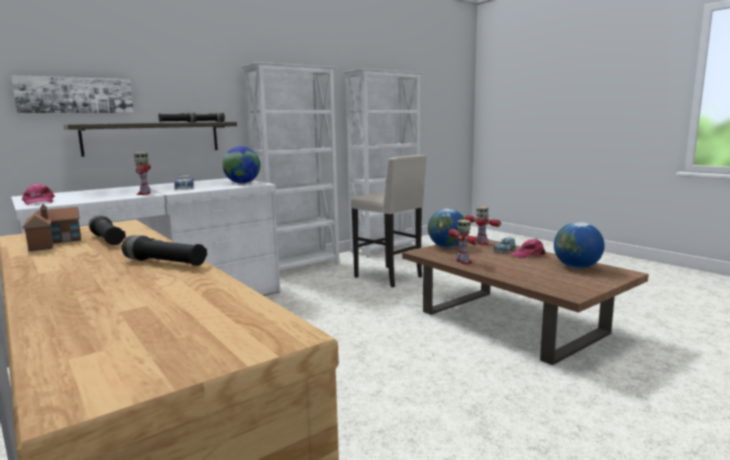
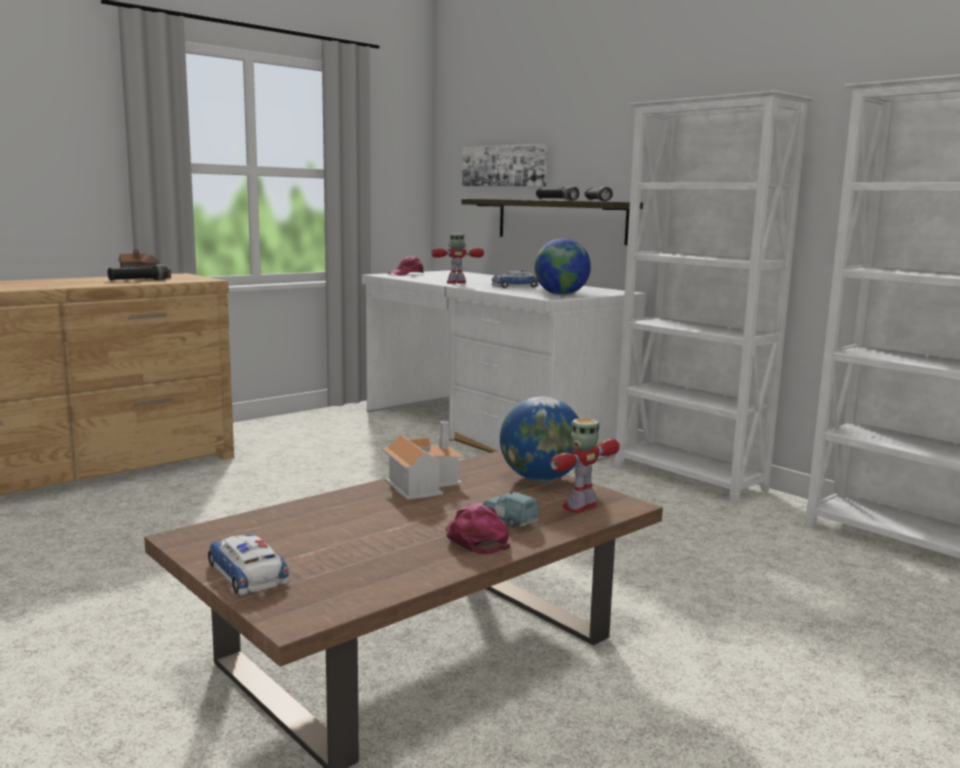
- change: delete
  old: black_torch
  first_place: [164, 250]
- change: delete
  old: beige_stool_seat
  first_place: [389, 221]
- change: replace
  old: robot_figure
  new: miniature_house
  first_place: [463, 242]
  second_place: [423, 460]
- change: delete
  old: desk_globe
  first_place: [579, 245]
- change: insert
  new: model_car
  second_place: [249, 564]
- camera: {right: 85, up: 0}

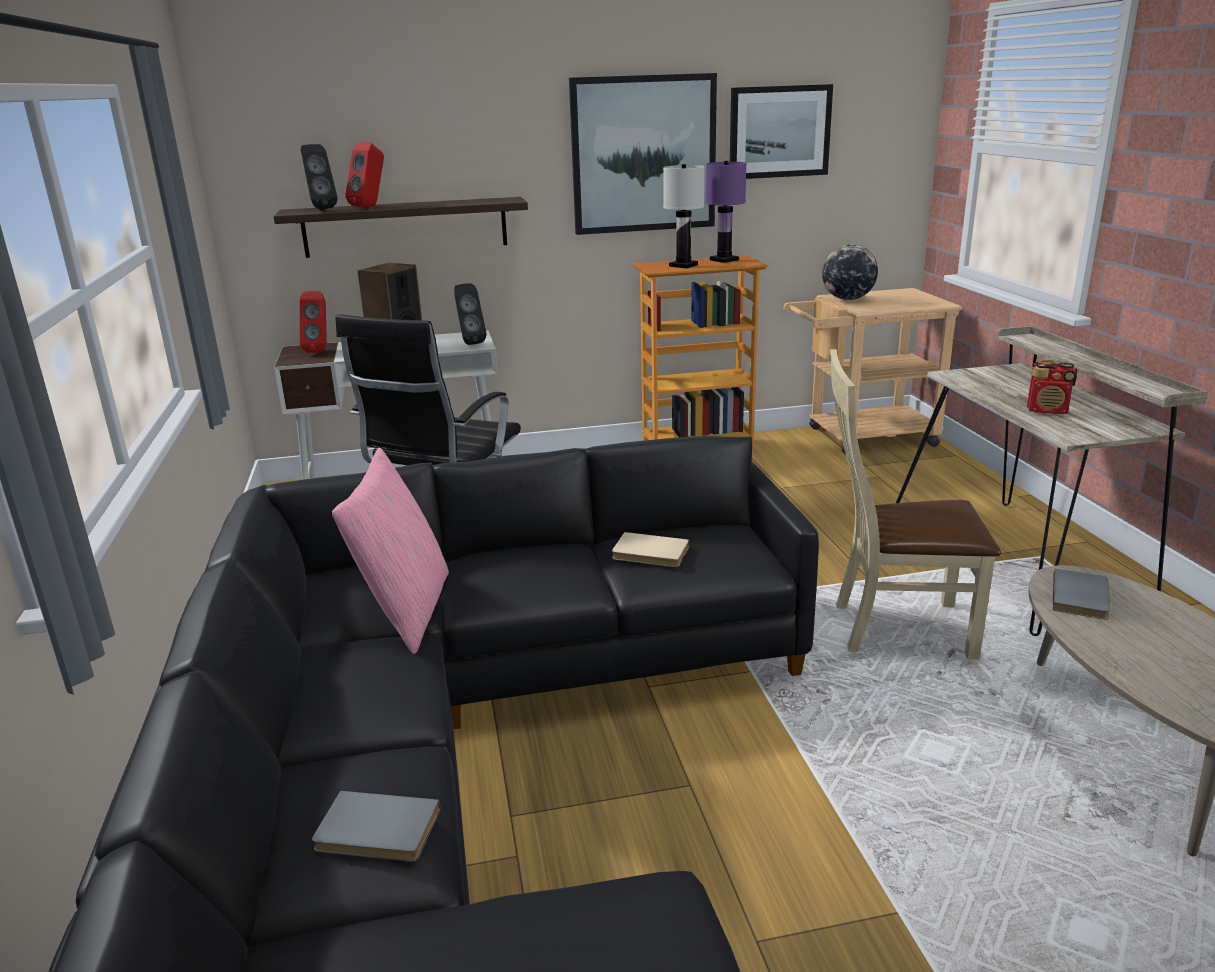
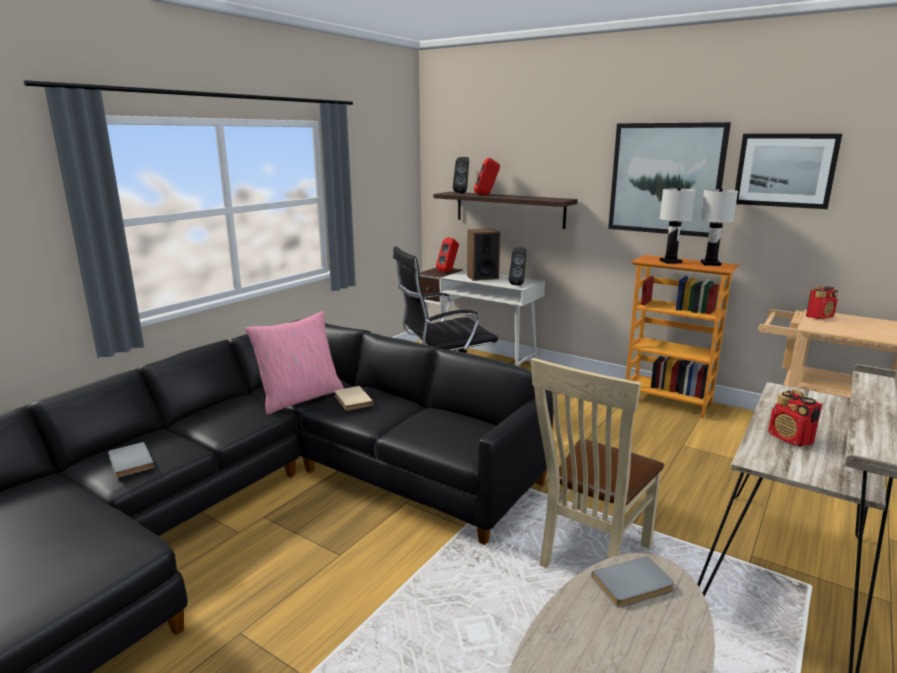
- change: move
  old: beige_bound_book
  first_place: [650, 549]
  second_place: [353, 398]
- change: recolor
  old: purple-coloured_lamp_for_a_table
  new: white-coloured_lamp_for_a_table
  first_place: [726, 212]
  second_place: [719, 227]
- change: replace
  old: desk_globe
  new: radio
  first_place: [850, 272]
  second_place: [822, 302]
- change: rotate
  old: beige_plain_chair
  first_place: [915, 504]
  second_place: [597, 463]
  degrees: -105
- camera: {right: 45, up: -5}

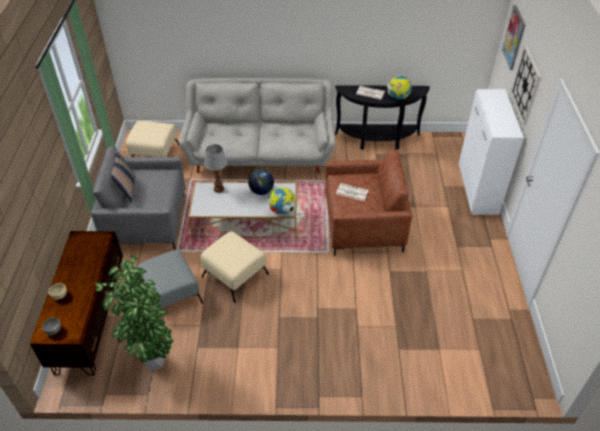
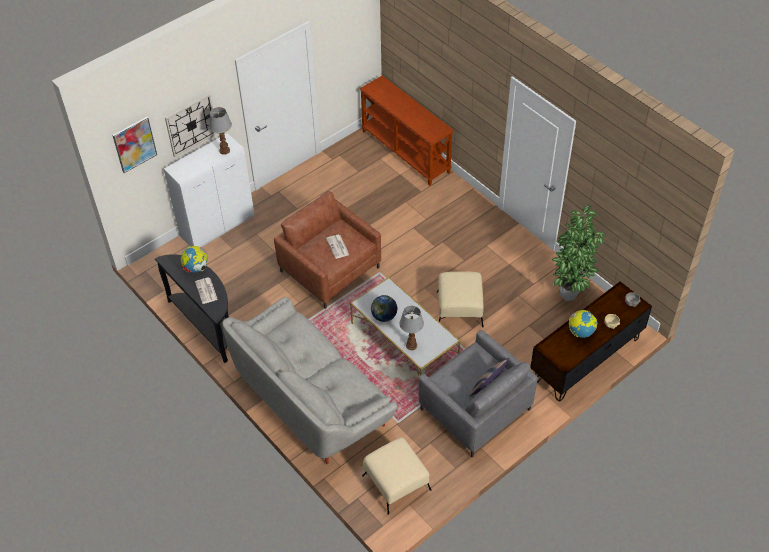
- change: delete
  old: gray_pouffe
  first_place: [170, 279]
- change: move
  old: desk_globe
  first_place: [282, 200]
  second_place: [583, 324]
- change: insert
  new: lamp_for_a_table
  second_place: [220, 131]
- change: insert
  new: brown_console_table
  second_place: [406, 131]
- camera: {right: -130, up: 5}

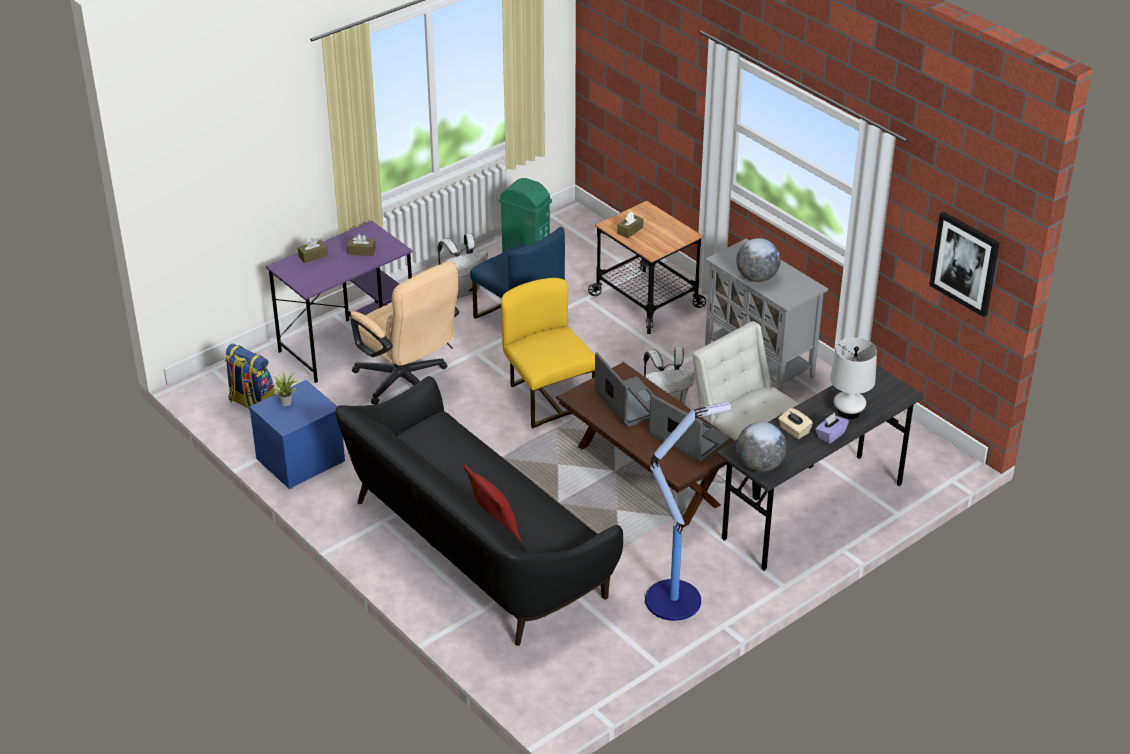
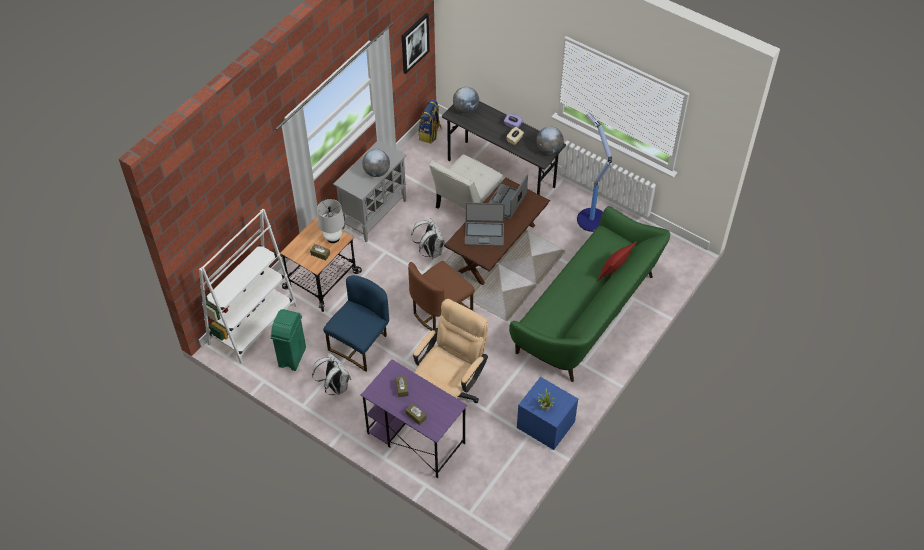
- change: move
  old: backpack
  first_place: [250, 377]
  second_place: [429, 121]
- change: recolor
  old: black_settee
  new: greenish_settee
  first_place: [479, 511]
  second_place: [589, 294]
- change: recolor
  old: yellow_plain_chair
  new: brown_plain_chair
  first_place: [548, 353]
  second_place: [441, 296]
- change: rotate
  old: laptop
  first_place: [624, 389]
  second_place: [485, 224]
  degrees: -135
- change: move
  old: white-coloured_lamp_for_a_table
  first_place: [853, 378]
  second_place: [331, 221]
- change: insert
  new: white-coloured_bookcase
  second_place: [248, 286]
- change: insert
  new: desk_globe
  second_place: [466, 100]
- camera: {right: -105, up: 15}

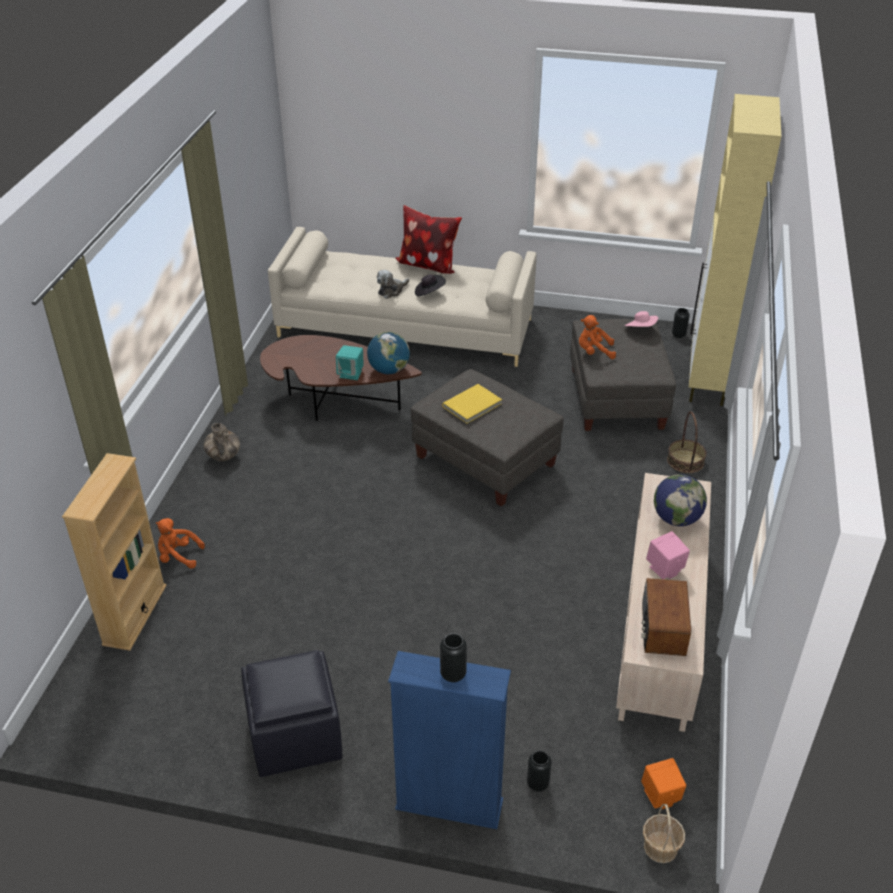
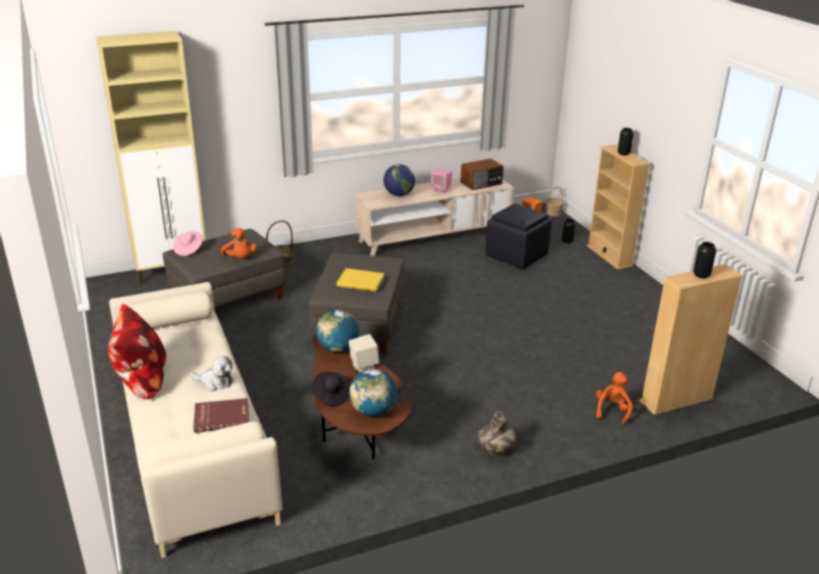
- change: rotate
  old: orangey_soft_toy
  first_place: [180, 543]
  second_place: [614, 398]
  degrees: -135
- change: move
  old: black_pouffe
  first_place: [291, 713]
  second_place: [518, 236]
- change: recolor
  old: turquoise-coloured_audio_speaker
  new: beige_audio_speaker
  first_place: [350, 362]
  second_place: [364, 353]
- change: recolor
  old: blue_bookcase
  new: beige_bookcase
  first_place: [449, 740]
  second_place: [618, 207]
- change: move
  old: black_wearable_hat
  first_place: [430, 285]
  second_place: [331, 389]
- change: move
  old: black_vase
  first_place: [681, 323]
  second_place: [704, 260]
- change: insert
  new: reddish_bound_book
  second_place: [221, 415]
- change: insert
  new: desk_globe
  second_place: [373, 393]
- camera: {right: -125, up: -10}

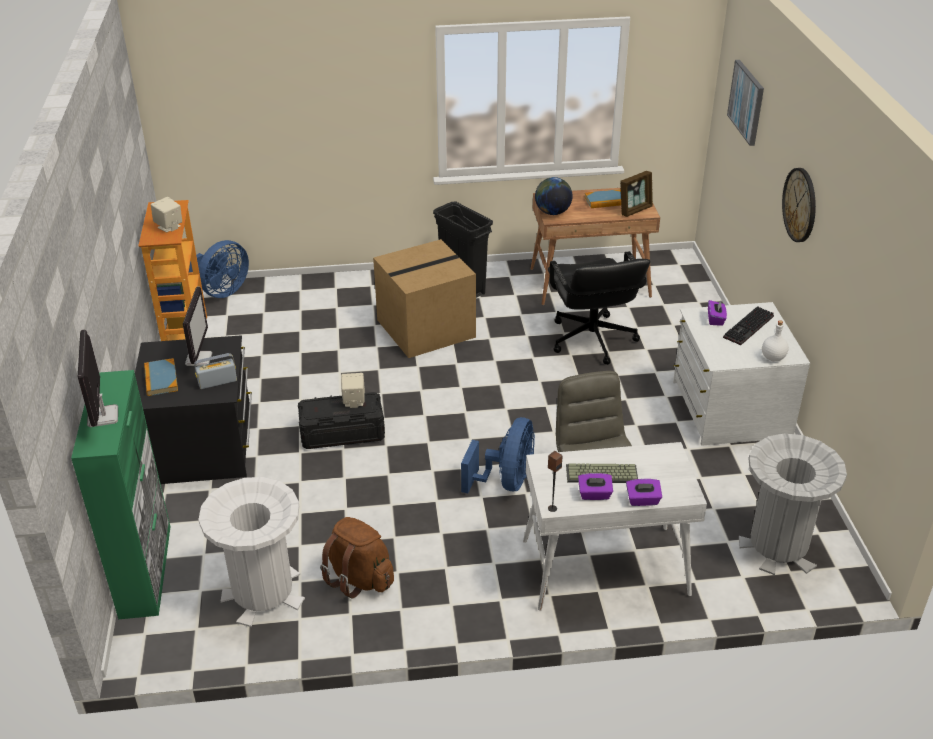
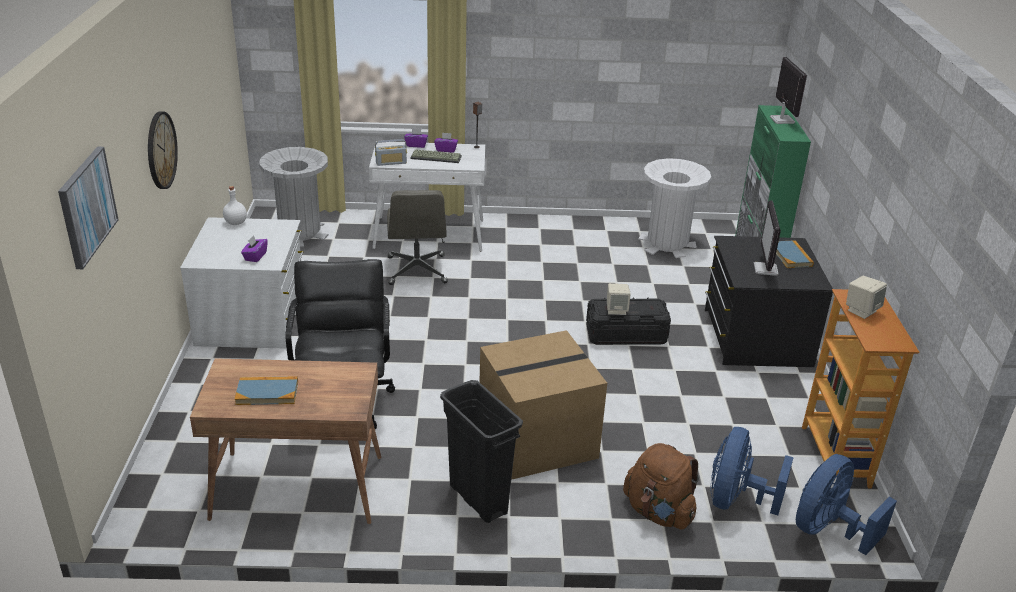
- change: move
  old: radio
  first_place: [215, 371]
  second_place: [391, 152]
- change: move
  old: brown_backpack
  first_place: [357, 558]
  second_place: [661, 486]
- change: move
  old: blue_cooling_fan
  first_place: [498, 455]
  second_place: [752, 471]
- change: delete
  old: desk_globe
  first_place: [554, 196]
- change: delete
  old: photo_frame
  first_place: [636, 194]
- change: delete
  old: keyboard
  first_place: [748, 325]
- camera: {right: -175, up: -5}

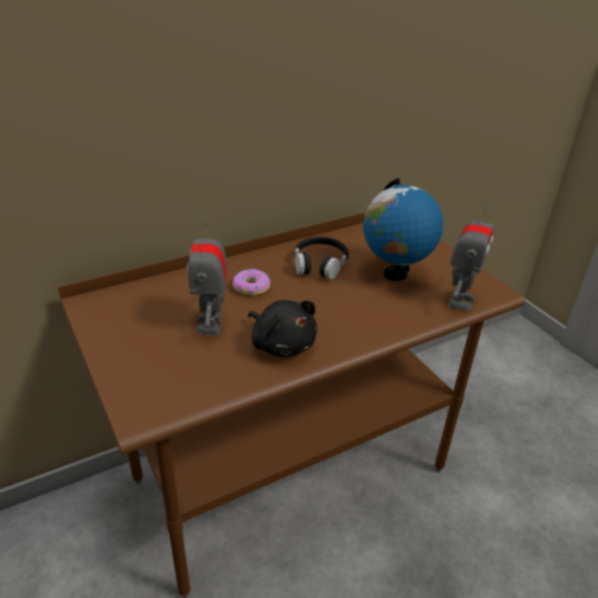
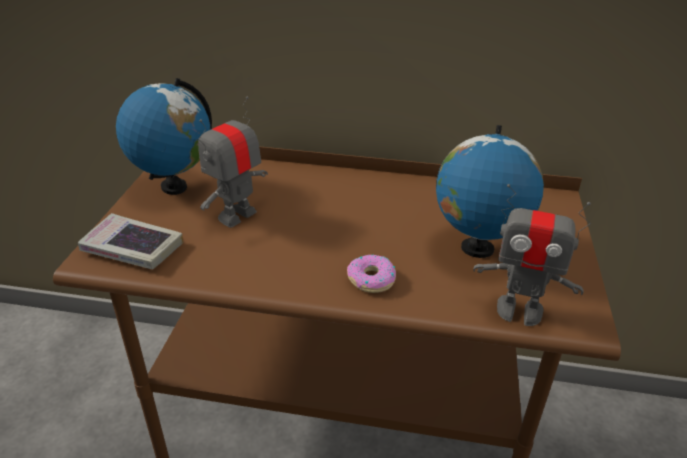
- change: move
  old: doughnut
  first_place: [251, 282]
  second_place: [371, 273]
- change: delete
  old: black_soft_toy
  first_place: [282, 328]
- change: delete
  old: black_headset
  first_place: [322, 258]
- change: rotate
  old: robot_figure
  first_place: [471, 256]
  second_place: [532, 255]
  degrees: 45
- change: insert
  new: bound_book
  second_place: [130, 241]
- change: insert
  new: desk_globe
  second_place: [164, 136]
- camera: {right: 40, up: 0}

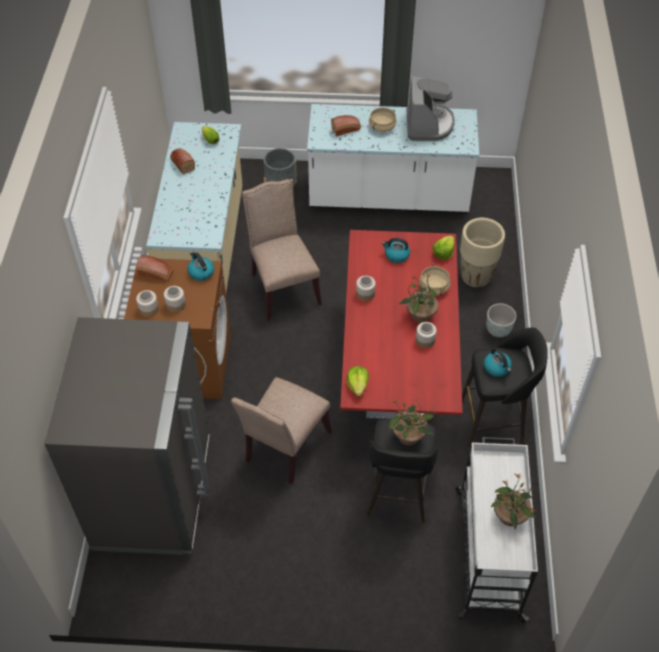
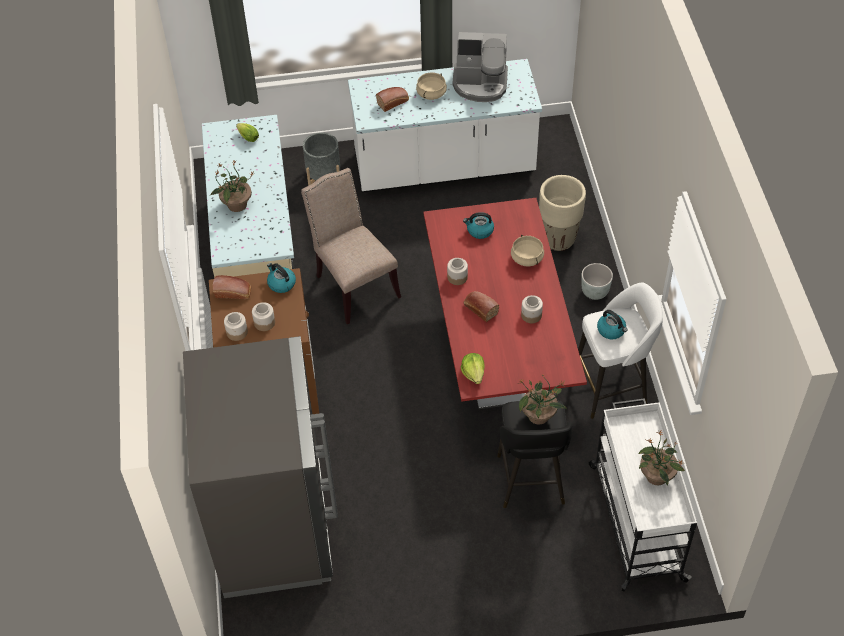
- change: move
  old: baked_bread
  first_place: [182, 161]
  second_place: [481, 306]
- change: delete
  old: beige_plain_chair
  first_place: [281, 431]
- change: move
  old: houseplant
  first_place: [422, 298]
  second_place: [231, 186]
- change: rotate
  old: coffee_maker
  first_place: [431, 108]
  second_place: [480, 67]
  degrees: 105
- change: delete
  old: head_of_lettuce
  first_place: [443, 247]
- change: recolor
  old: black_stool_seat
  new: white-coloured_stool_seat
  first_place: [505, 387]
  second_place: [620, 351]
- camera: {right: -10, up: 0}

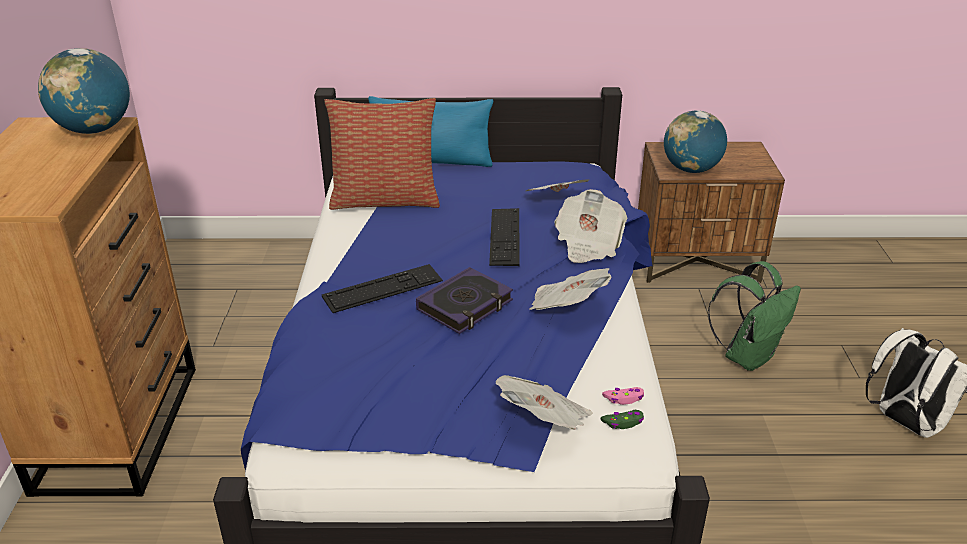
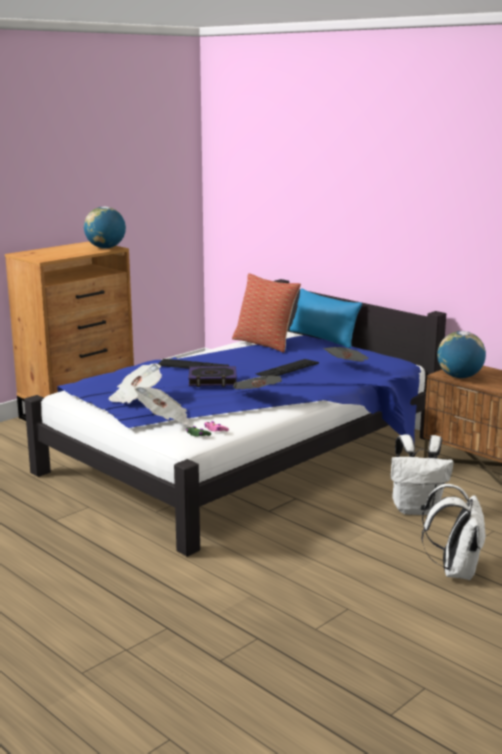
- change: move
  old: newspaper
  first_place: [590, 226]
  second_place: [135, 383]
- change: recolor
  old: greenish_backpack
  new: white-coloured_backpack
  first_place: [754, 316]
  second_place: [422, 474]
- camera: {right: 45, up: -15}

